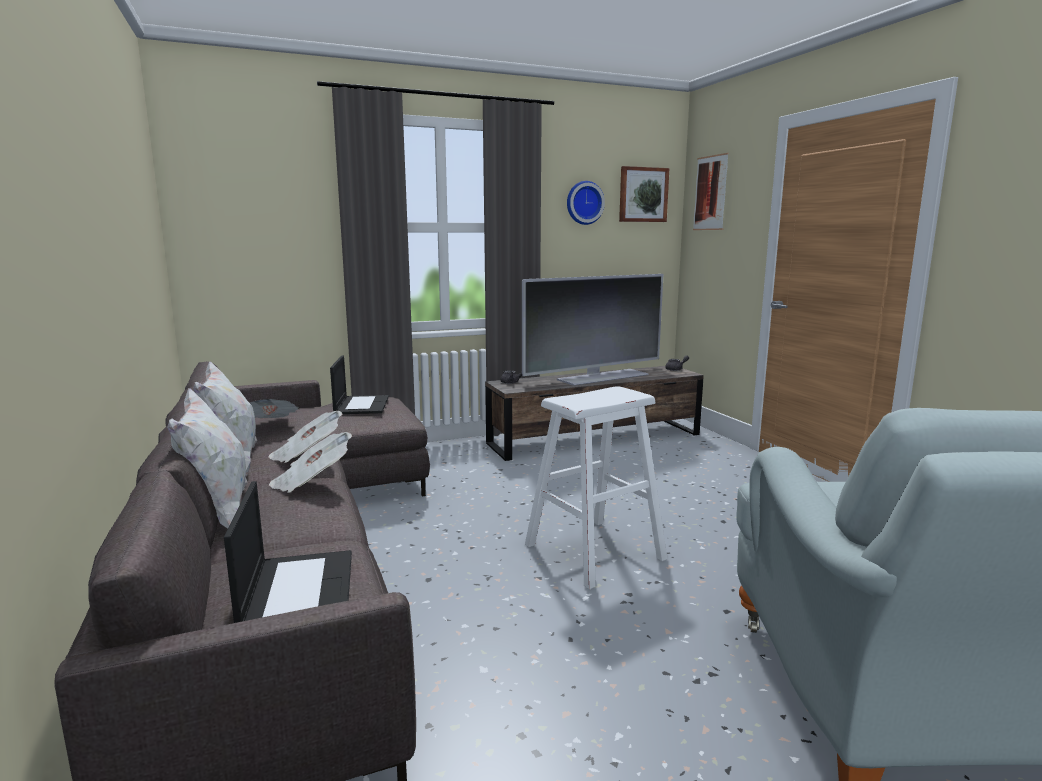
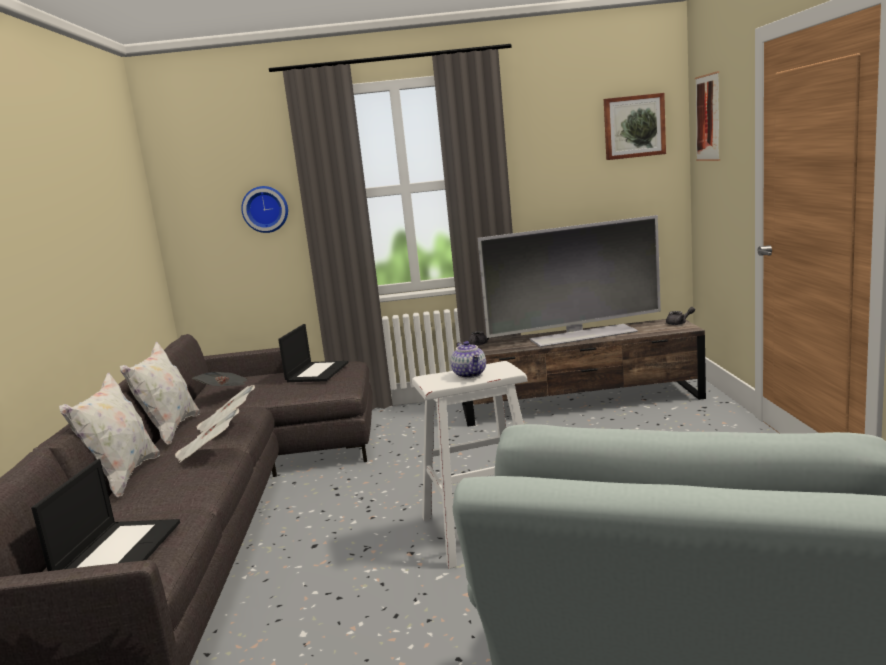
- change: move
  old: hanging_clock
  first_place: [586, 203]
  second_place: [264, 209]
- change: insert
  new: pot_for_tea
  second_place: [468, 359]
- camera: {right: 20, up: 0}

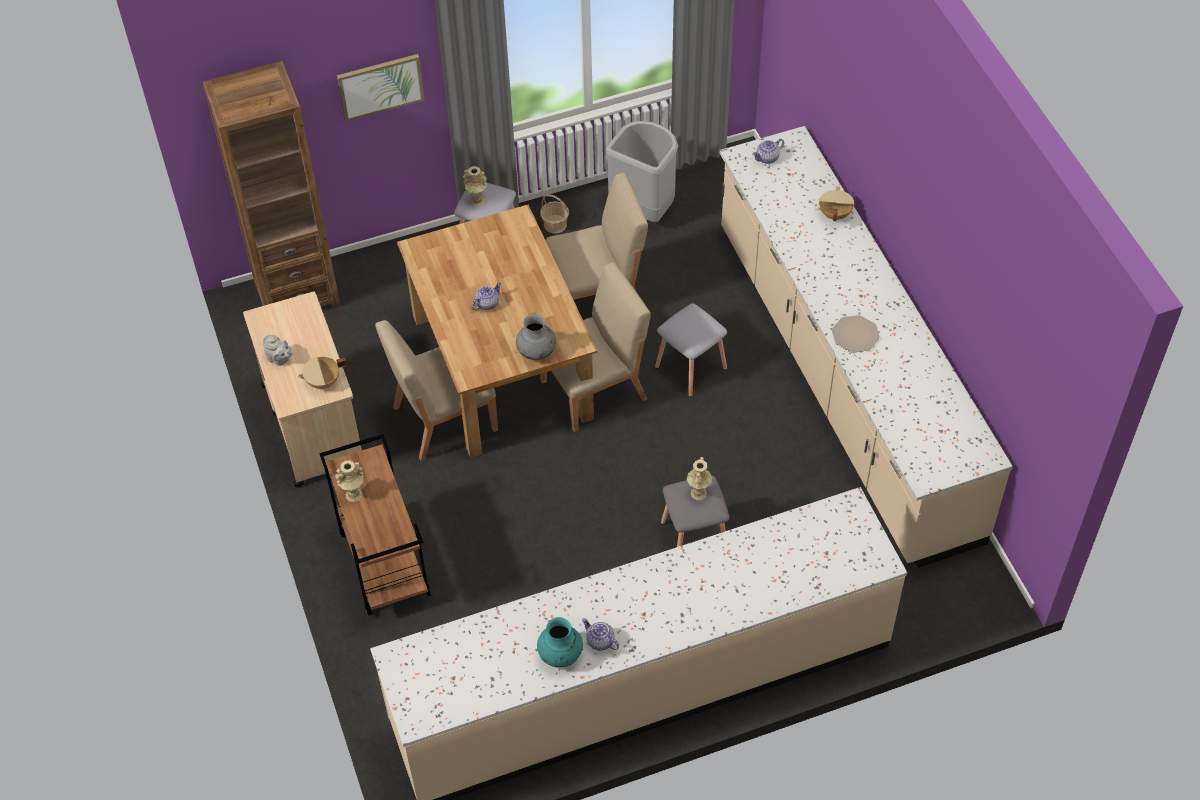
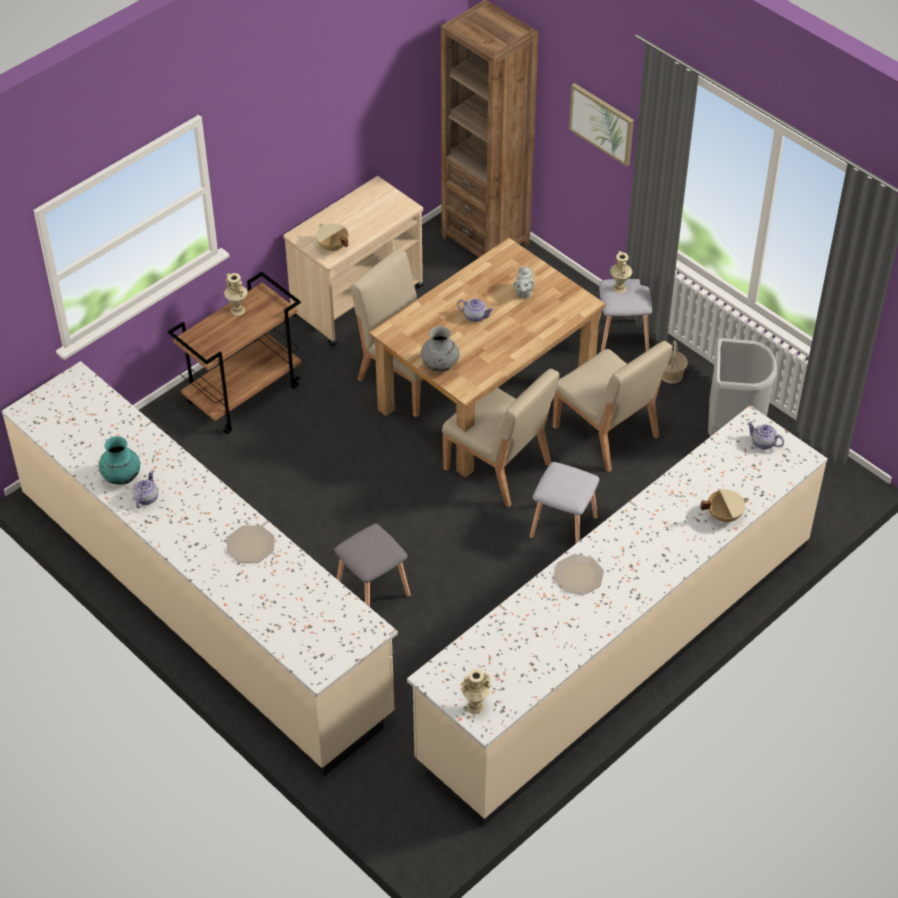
- change: move
  old: gray_pot_for_tea
  first_place: [277, 350]
  second_place: [523, 282]
- change: move
  old: beige_vase
  first_place: [700, 479]
  second_place: [476, 691]
- change: insert
  new: plate
  second_place: [251, 544]
- camera: {right: 65, up: -5}

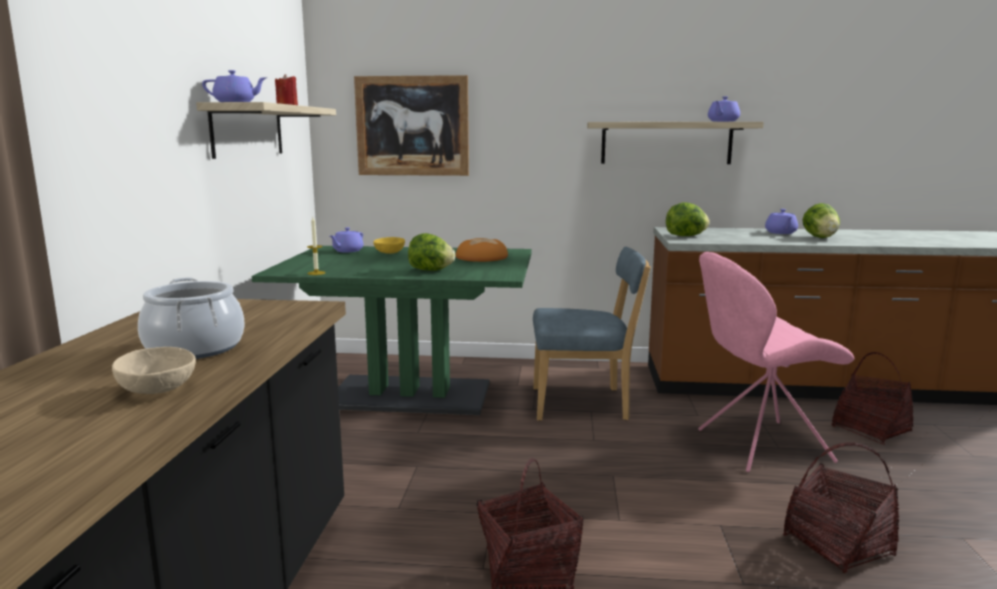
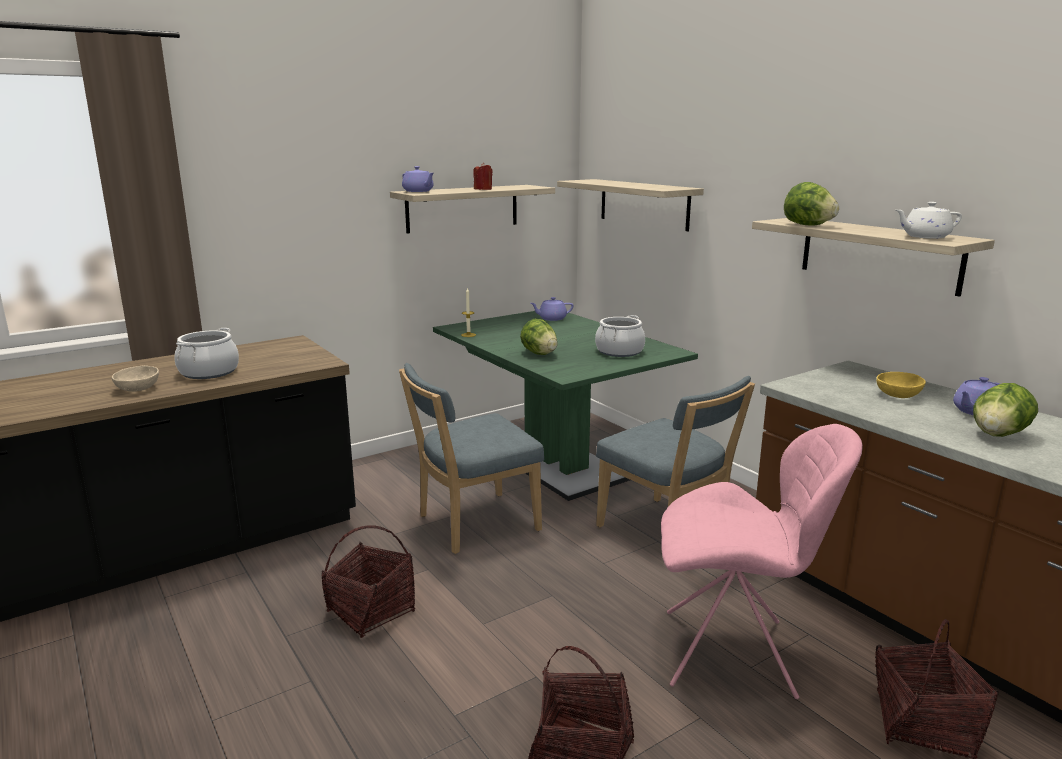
- change: replace
  old: wall_picture
  new: bracket_shelf
  first_place: [411, 125]
  second_place: [630, 205]
- change: move
  old: yellow_bowl
  first_place: [389, 245]
  second_place: [901, 385]
- change: replace
  old: baked_bread
  new: cooking_pot
  first_place: [482, 250]
  second_place: [620, 336]
- change: move
  old: head_of_lettuce
  first_place: [688, 219]
  second_place: [811, 204]
- change: rotate
  old: pinkish_plain_chair
  first_place: [776, 362]
  second_place: [762, 561]
  degrees: 150
- change: recolor
  old: purple-coloured_pot_for_tea
  new: white-coloured_pot_for_tea
  first_place: [724, 109]
  second_place: [929, 220]
- change: insert
  new: blue_plain_chair
  second_place: [471, 458]
- camera: {right: 50, up: 5}

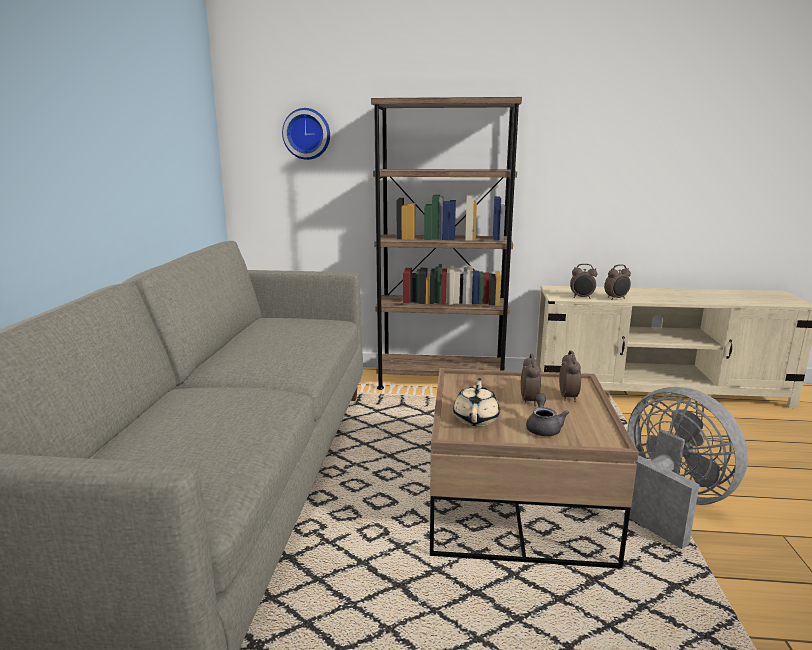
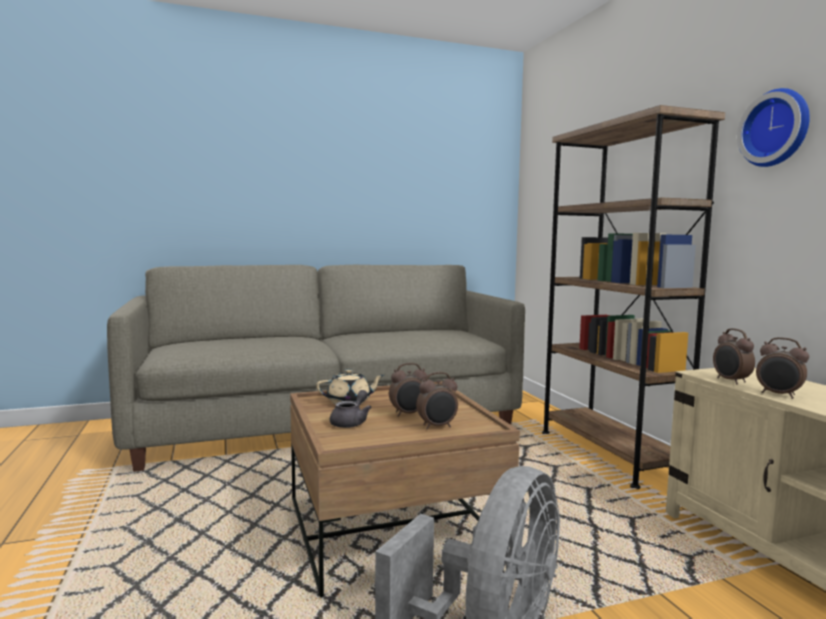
- change: move
  old: hanging_clock
  first_place: [306, 134]
  second_place: [773, 127]
- change: rotate
  old: gray_pot_for_tea
  first_place: [547, 414]
  second_place: [351, 409]
  degrees: -45
- camera: {right: 65, up: -10}

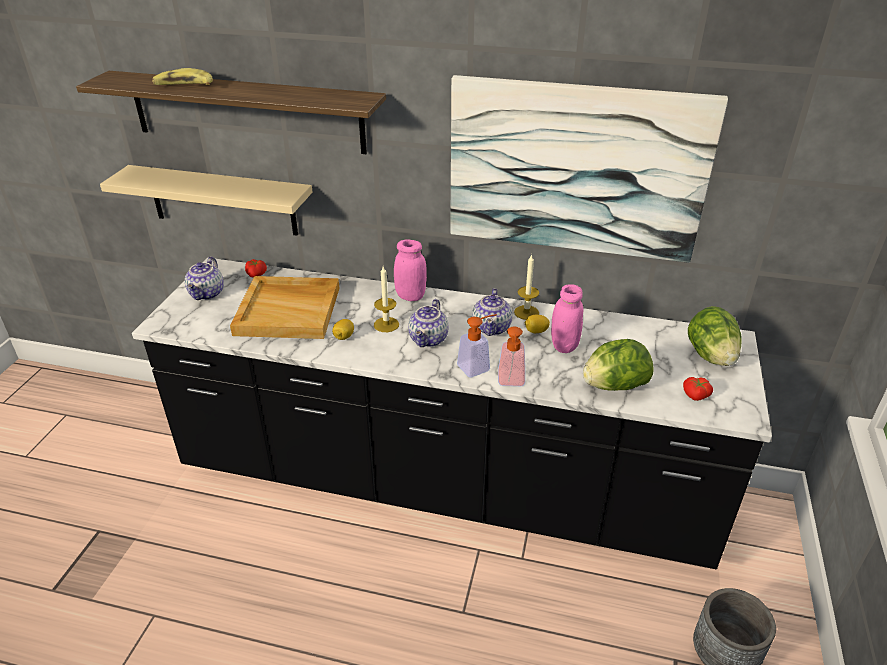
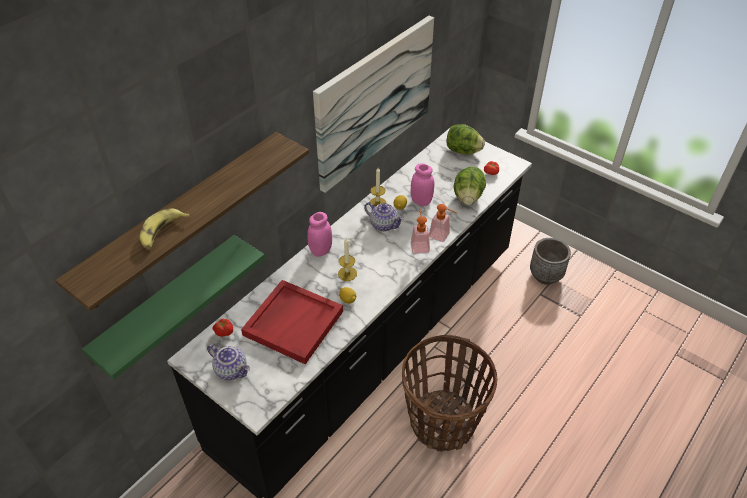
- change: recolor
  old: beige_bracket_shelf
  new: greenish_bracket_shelf
  first_place: [206, 200]
  second_place: [173, 307]
- change: recolor
  old: beige_tray
  new: reddish_tray
  first_place: [285, 307]
  second_place: [292, 322]
- change: delete
  old: pot_for_tea
  first_place: [428, 323]
- change: insert
  new: storage_basket
  second_place: [449, 393]
- camera: {right: -65, up: 10}

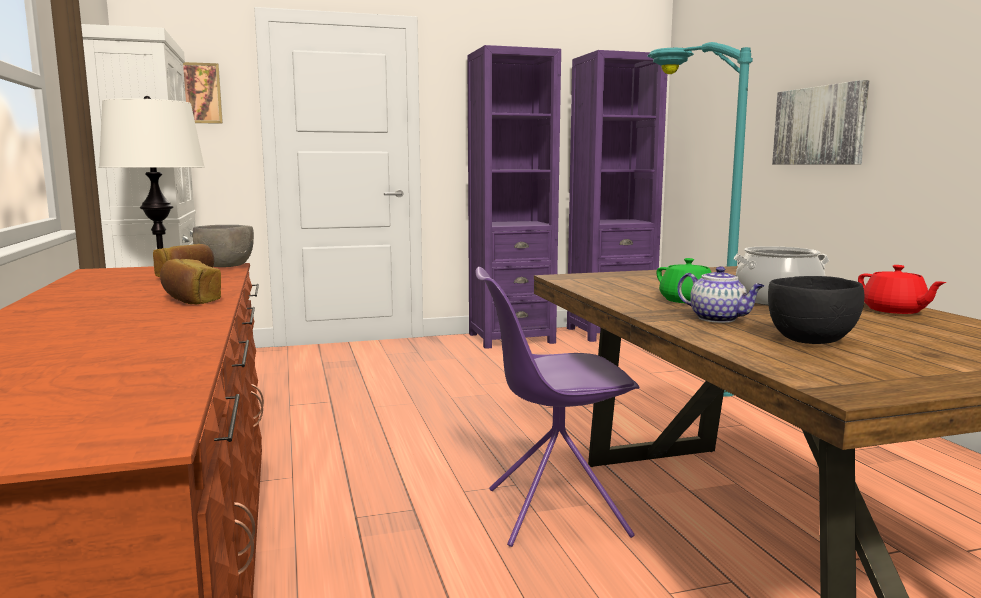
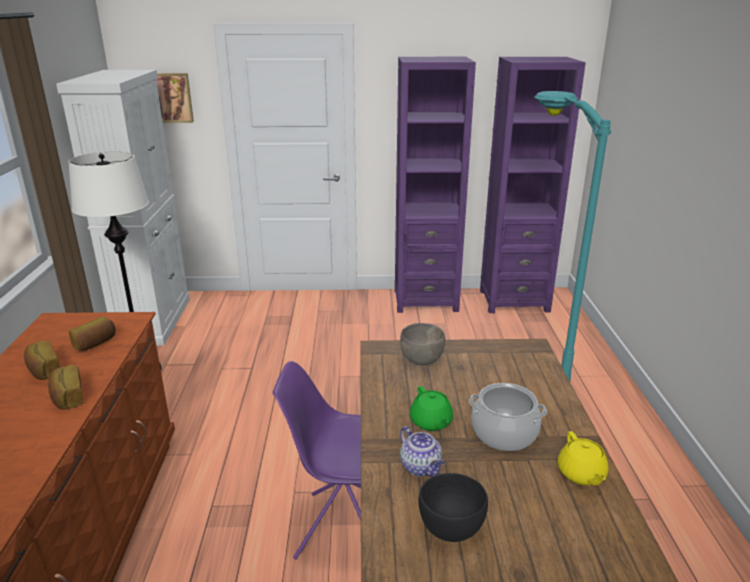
- change: move
  old: gray_bowl
  first_place: [223, 246]
  second_place: [422, 344]
- change: delete
  old: wall_picture
  first_place: [820, 122]
- change: recolor
  old: reddish_pot_for_tea
  new: yellow_pot_for_tea
  first_place: [902, 289]
  second_place: [583, 458]
- change: insert
  new: baked_bread
  second_place: [42, 360]
- camera: {right: 15, up: 15}

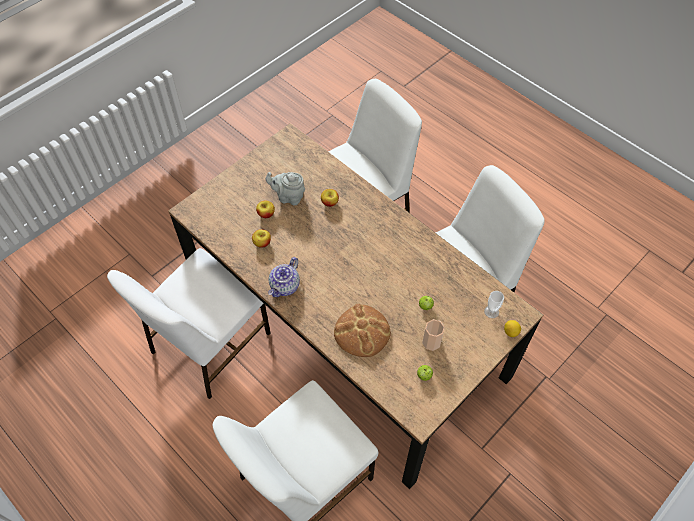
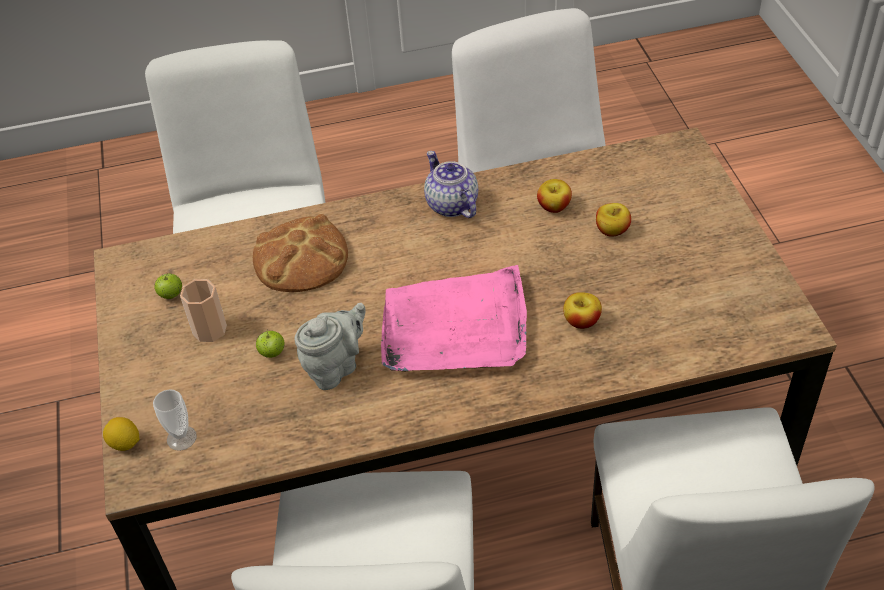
- change: move
  old: gray_pot_for_tea
  first_place: [285, 188]
  second_place: [330, 346]
- change: insert
  new: pinkish_tray
  second_place: [454, 318]
- camera: {right: 125, up: -10}

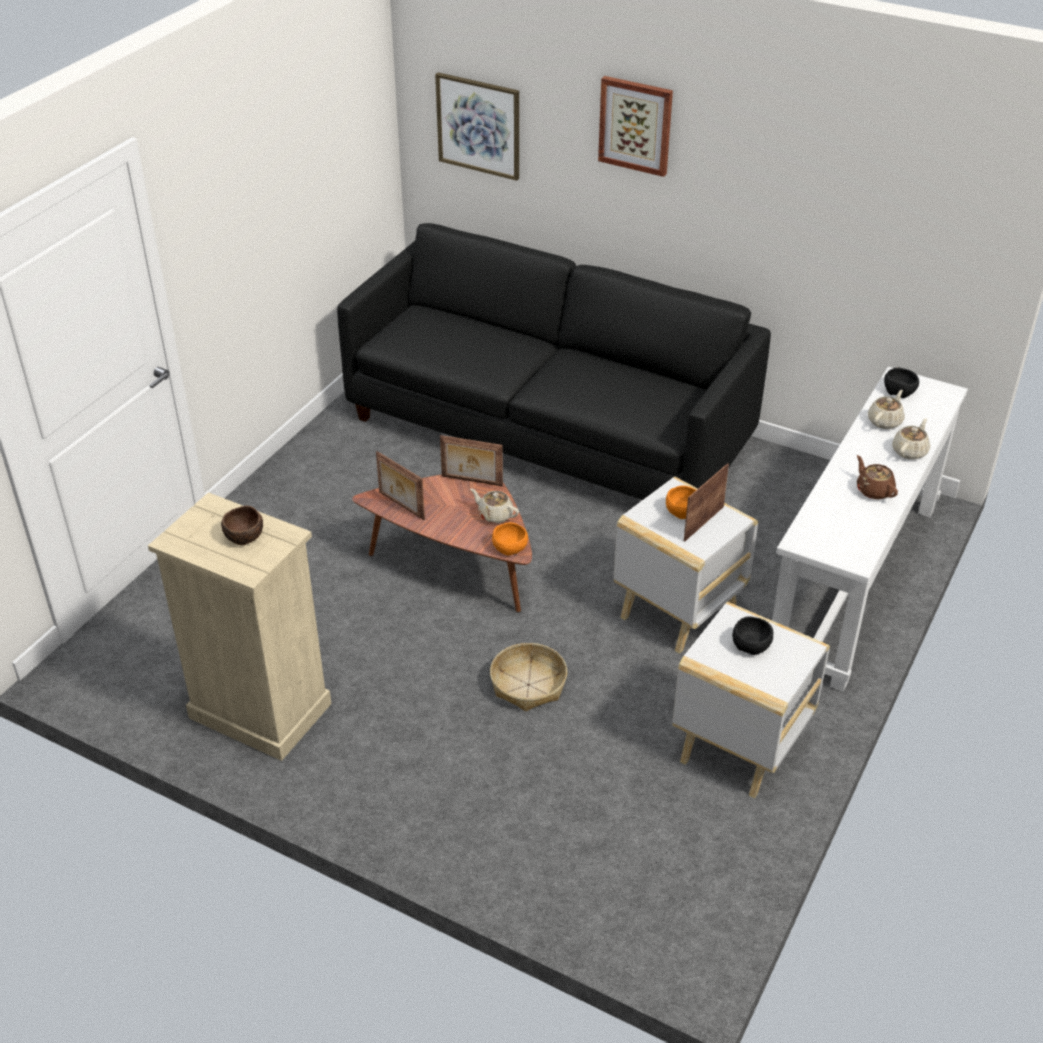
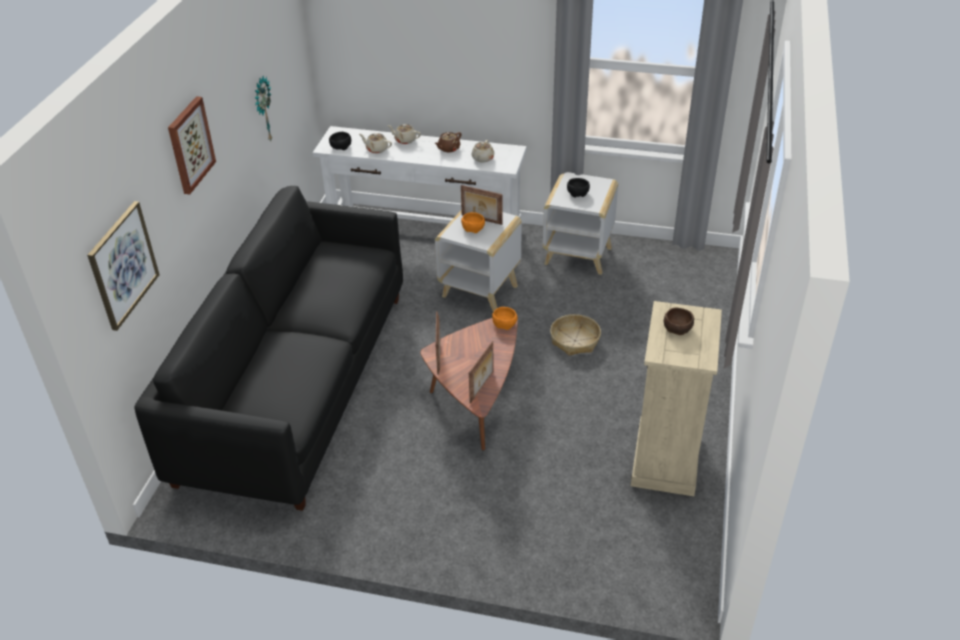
- change: move
  old: beige_pot_for_tea
  first_place: [494, 506]
  second_place: [483, 151]
- change: insert
  new: hanging_clock
  second_place: [263, 108]
- camera: {right: -105, up: 0}

